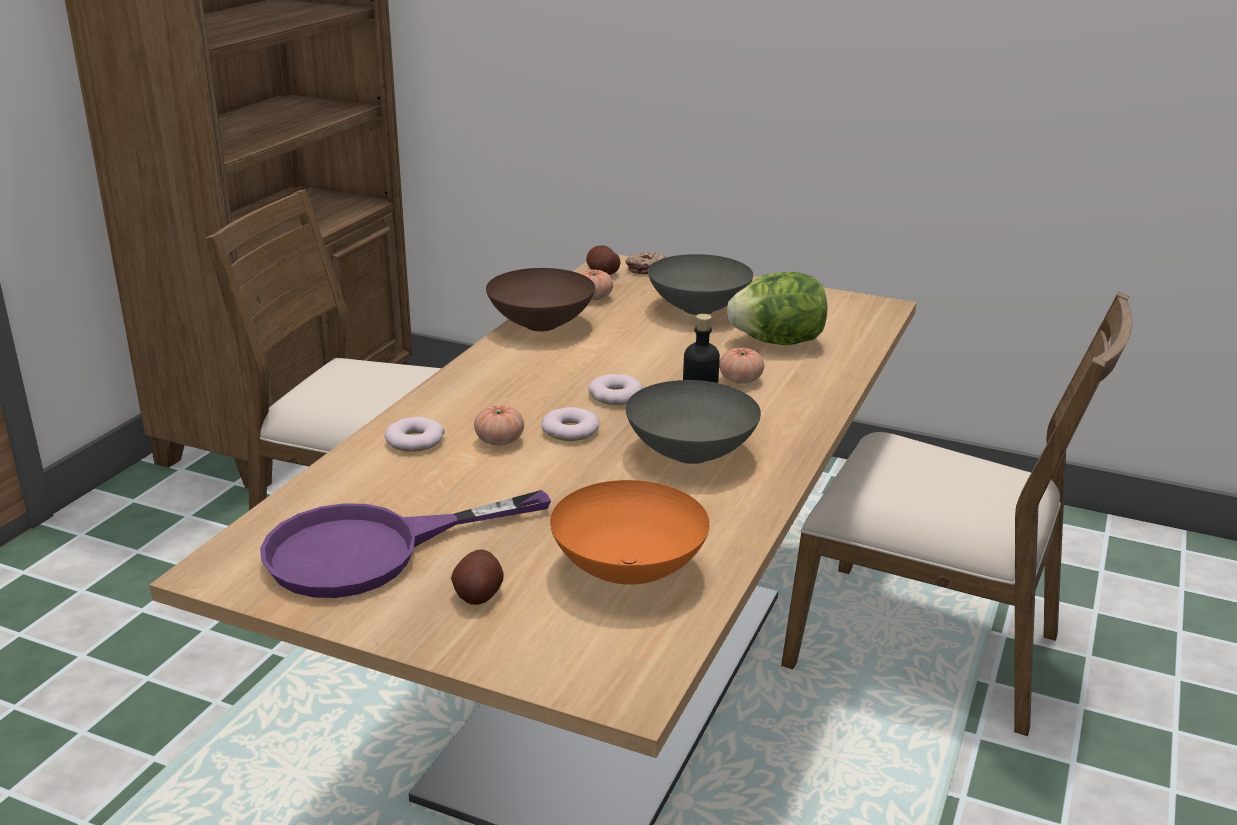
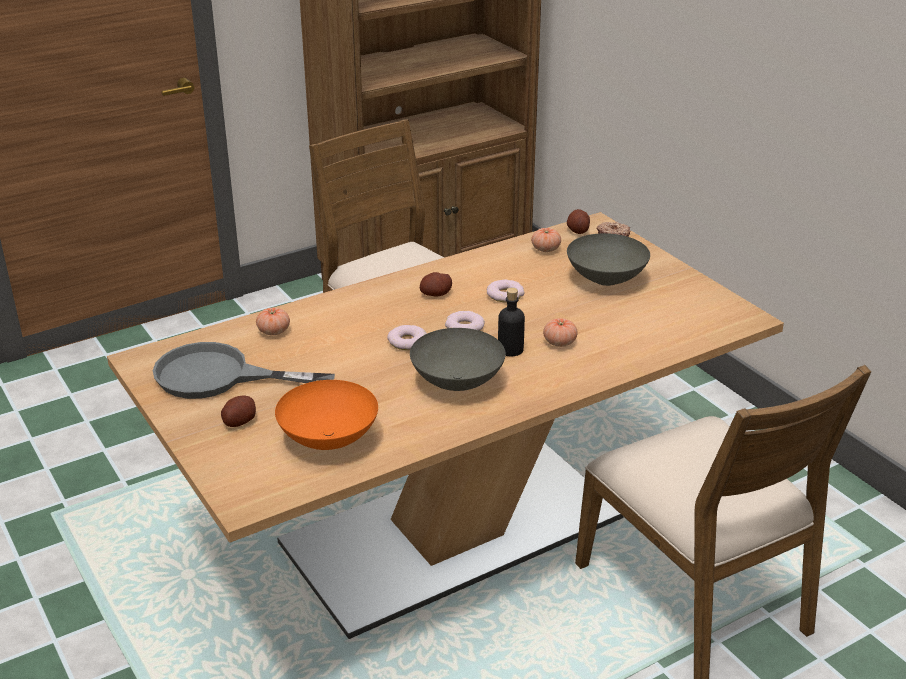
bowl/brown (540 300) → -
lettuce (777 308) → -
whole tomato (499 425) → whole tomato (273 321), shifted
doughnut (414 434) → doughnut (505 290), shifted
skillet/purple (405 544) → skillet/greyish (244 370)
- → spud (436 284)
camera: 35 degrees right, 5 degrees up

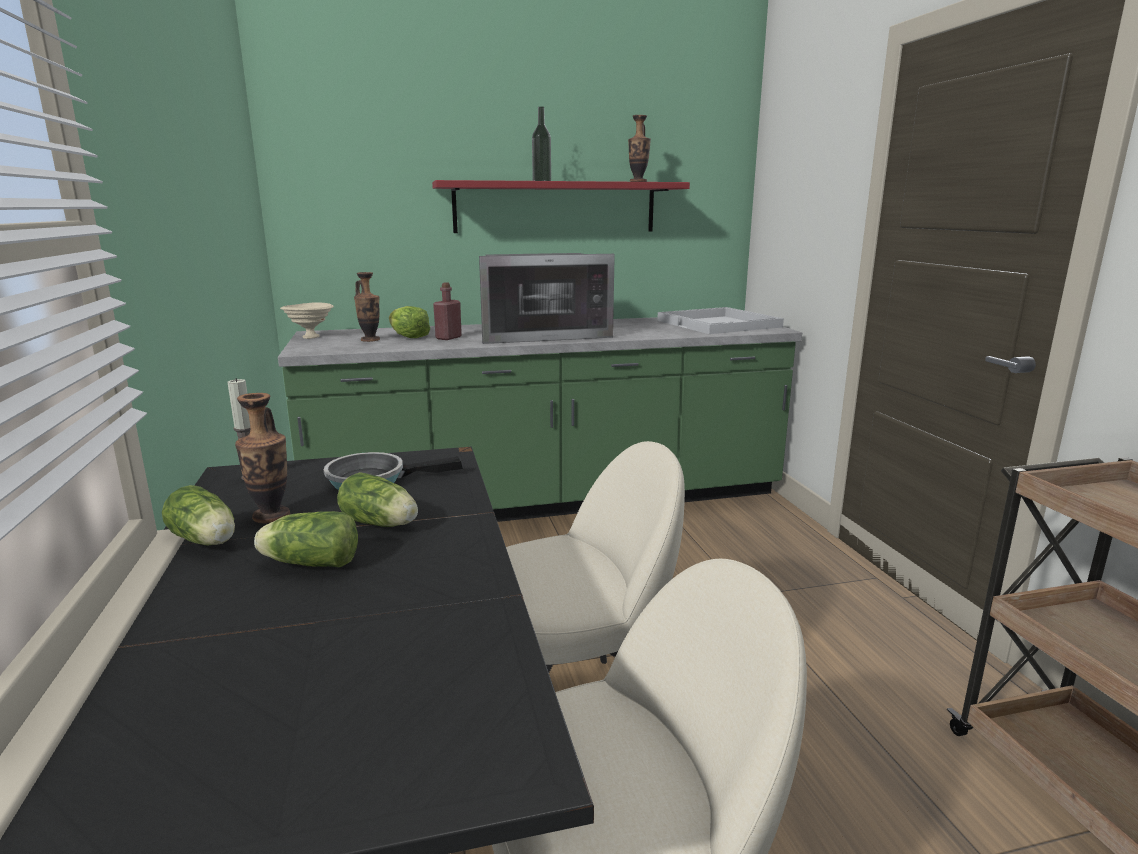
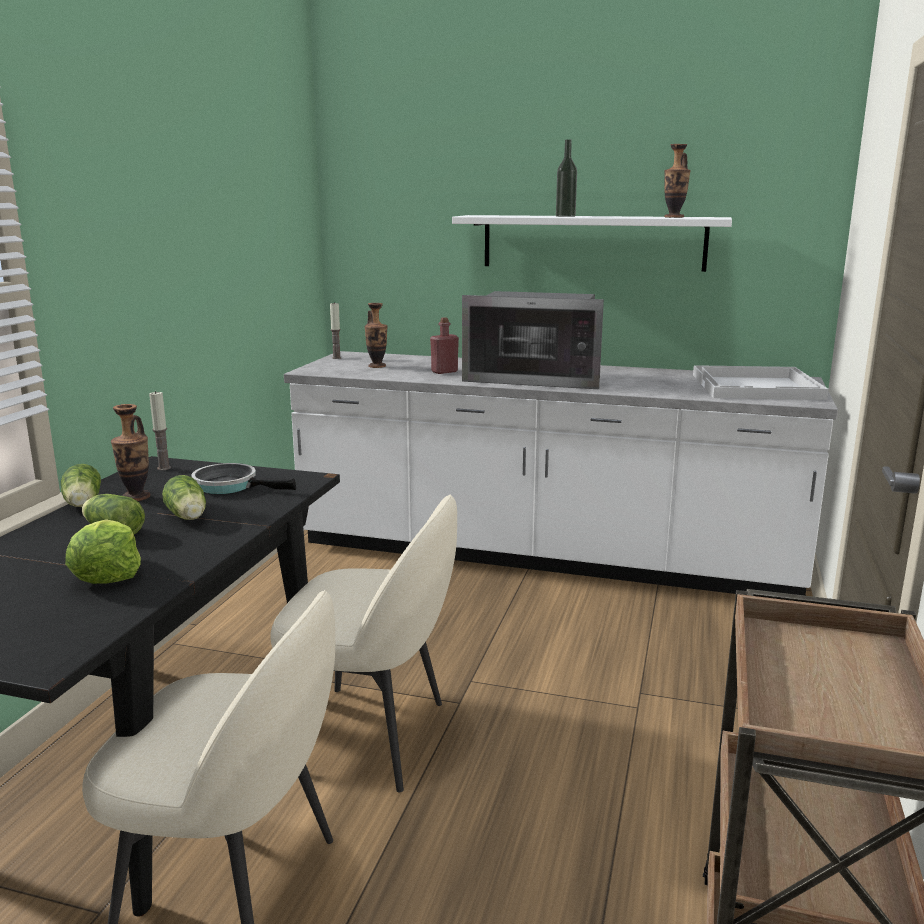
wall shelf/red (561 206) → wall shelf/white-coloured (592 243)
bowl/beige (307 320) → candle (336 331)
lettuce (409 322) → lettuce (103 551), shifted
counter/green (540 419) → counter/white-coloured (561 473)
camera: 30 degrees right, 0 degrees up

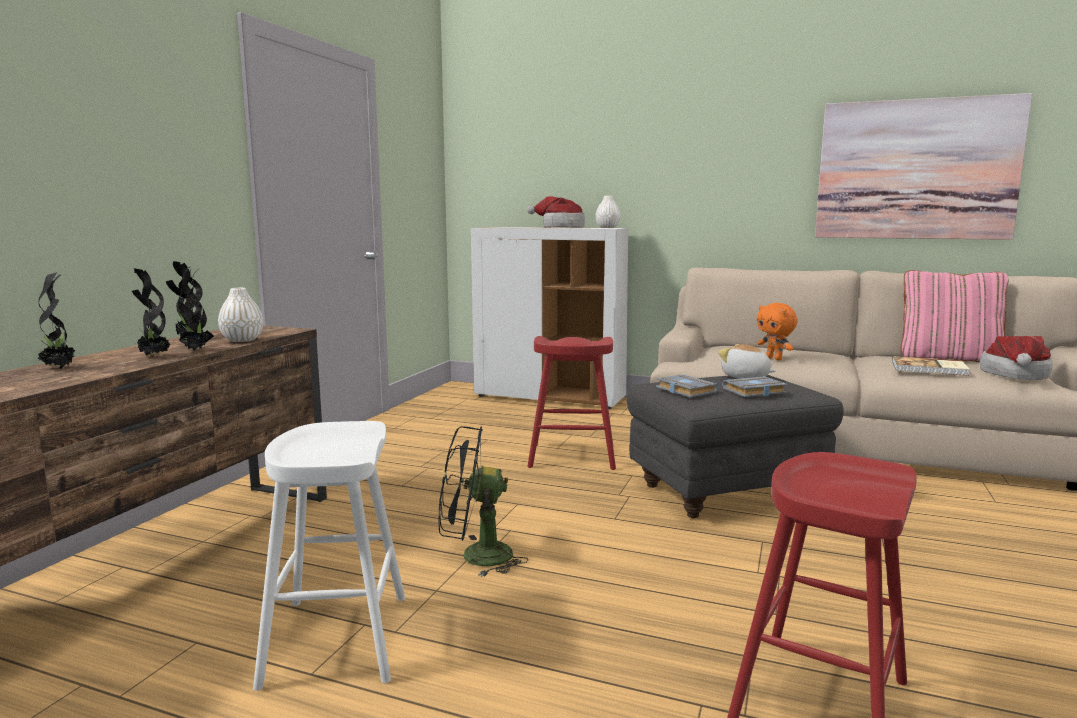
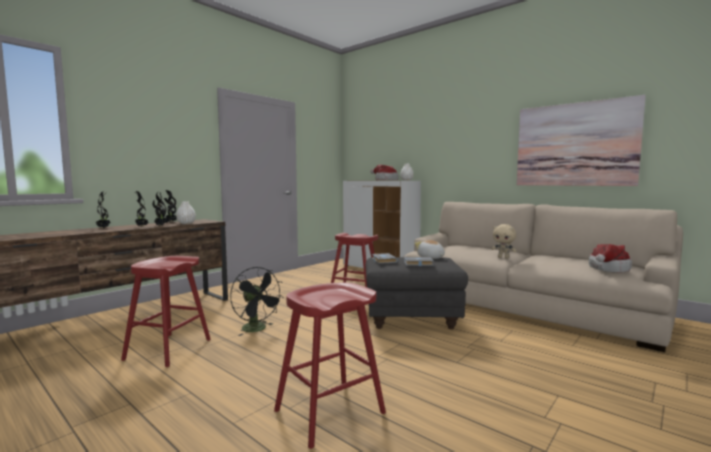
cushion/pink-coloured (955 316) → -
cuddly toy/orangey (777 331) → -
book (931 366) → -
stool/white-coloured (329 556) → stool/red (166 311)
electric fan/blackish (483 501) → electric fan/blackish (257 301), 150 degrees counterclockwise
- → cuddly toy/beige (504 241)
camera: 20 degrees right, 5 degrees down

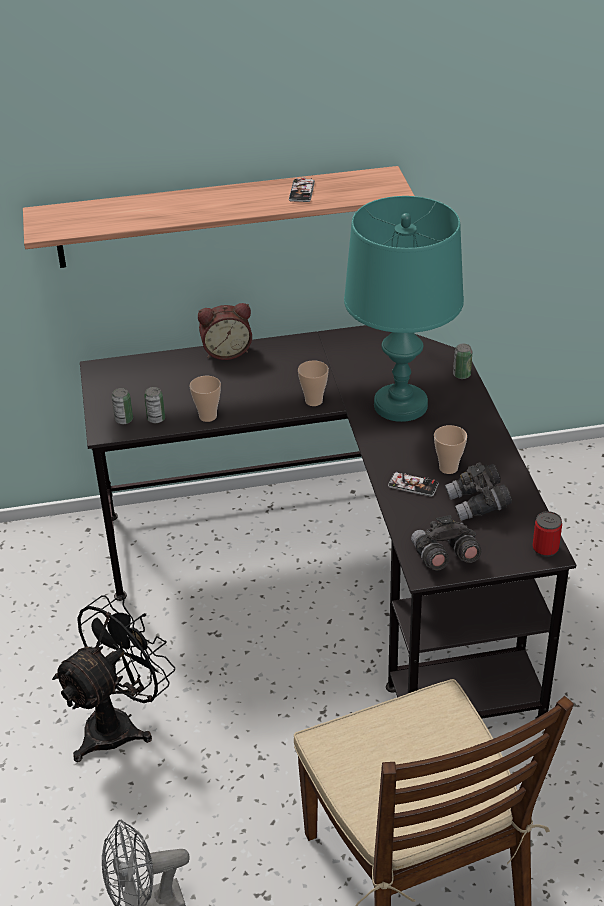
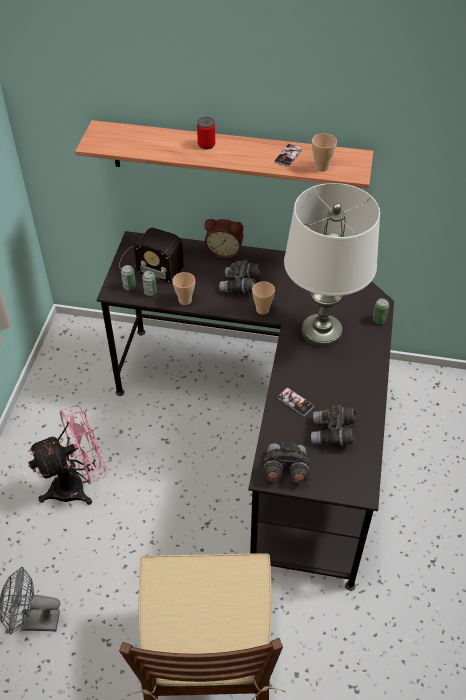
tabletop lamp/turquoise-coloured (404 309) → tabletop lamp/white-coloured (332 265)
drinking cup (450 449) → drinking cup (324 152), shifted
can (547 534) → can (206 133), shifted
electric fan/blackish (113 678) → electric fan/pink-coloured (67 455)
- → radio (151 256)
- → field glasses/greyish (240 276)
camera: 20 degrees right, 10 degrees up

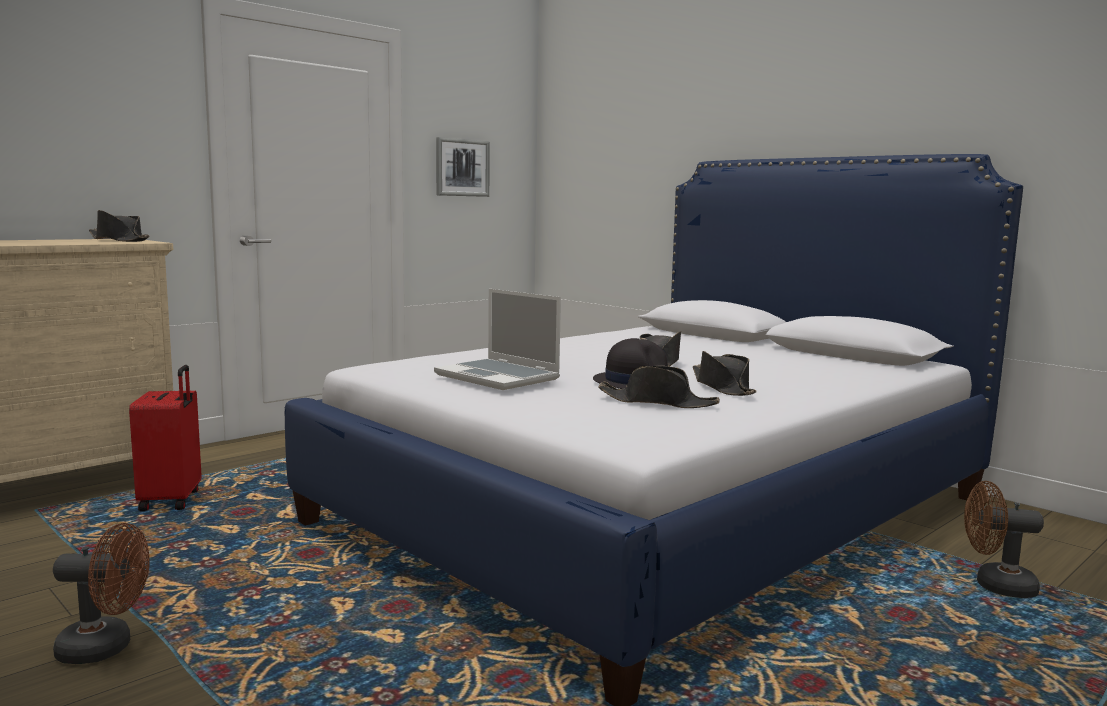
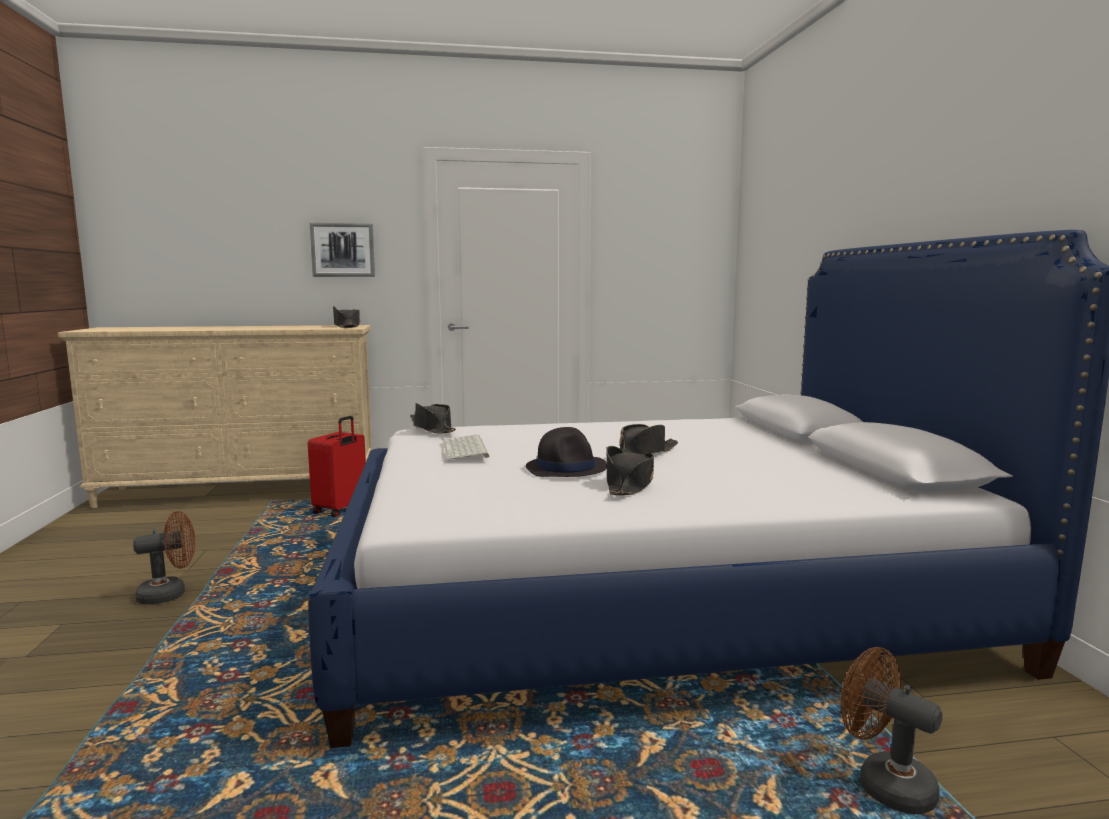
wall picture (463 167) → wall picture (342 250), shifted
portable computer (497 339) → PC keyboard (466 447)
hat/blackish (659 387) → hat/blackish (433 418), shifted
electric fan/brown (101 593) → electric fan/brown (164 558), 60 degrees counterclockwise
camera: 35 degrees right, 0 degrees up

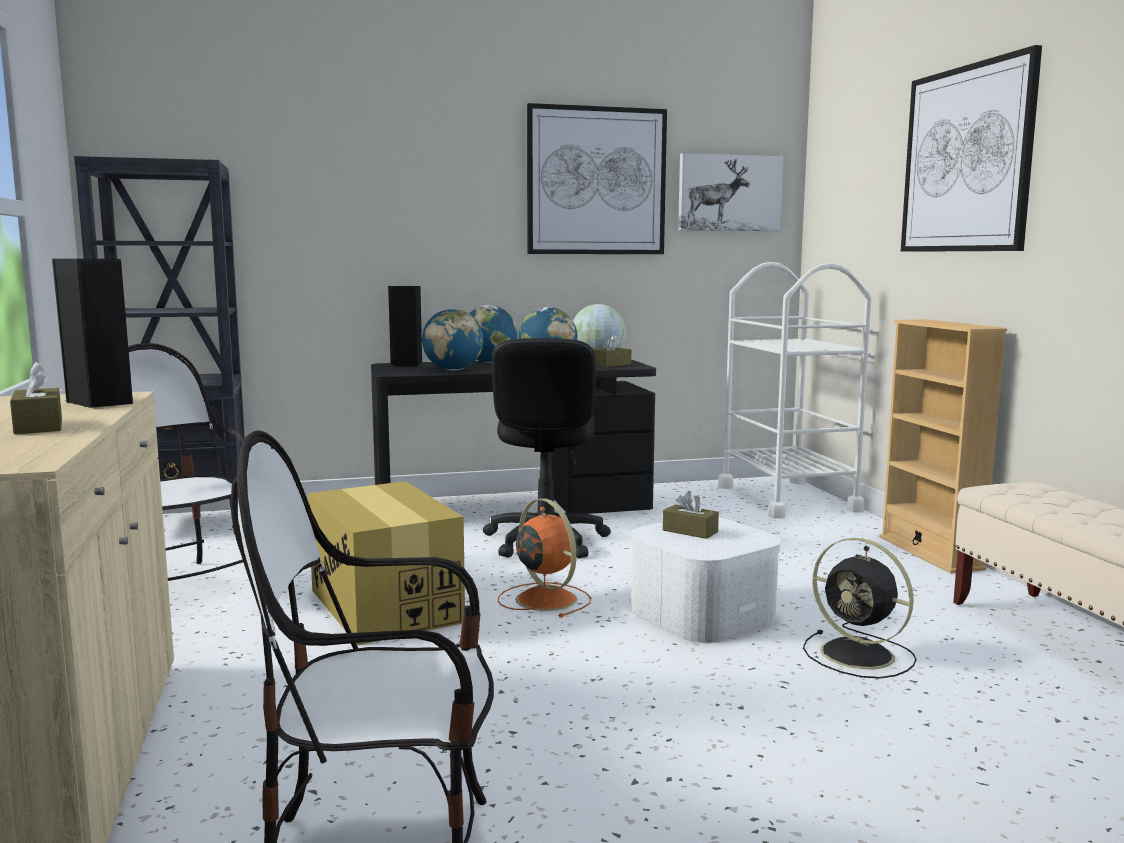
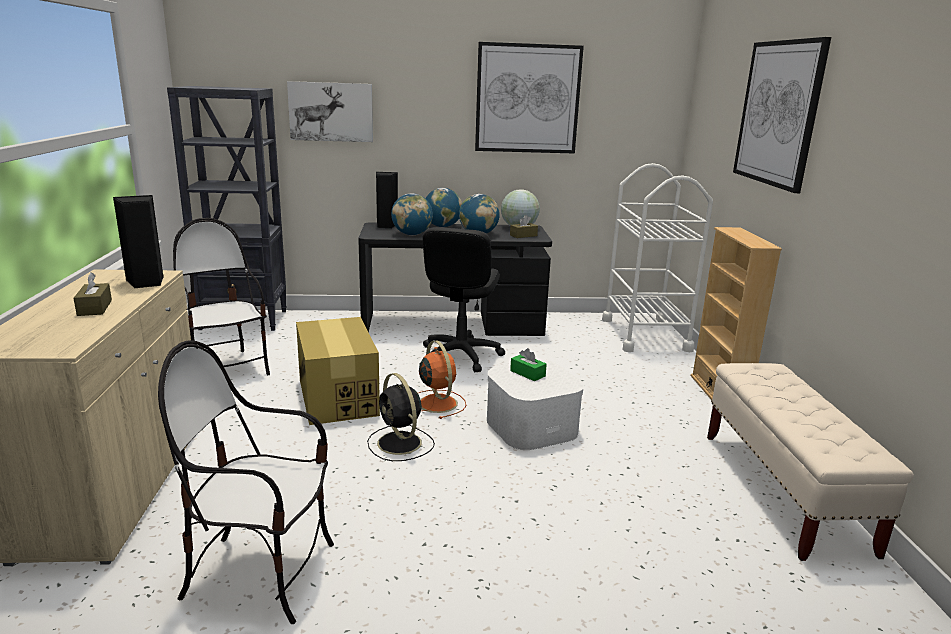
wall picture (731 192) → wall picture (330 111), shifted
tissue box/brown (691 515) → tissue box/green (528 364)
electric fan/blackish (859 608) → electric fan/blackish (401 417), shifted
camera: 10 degrees right, 10 degrees up

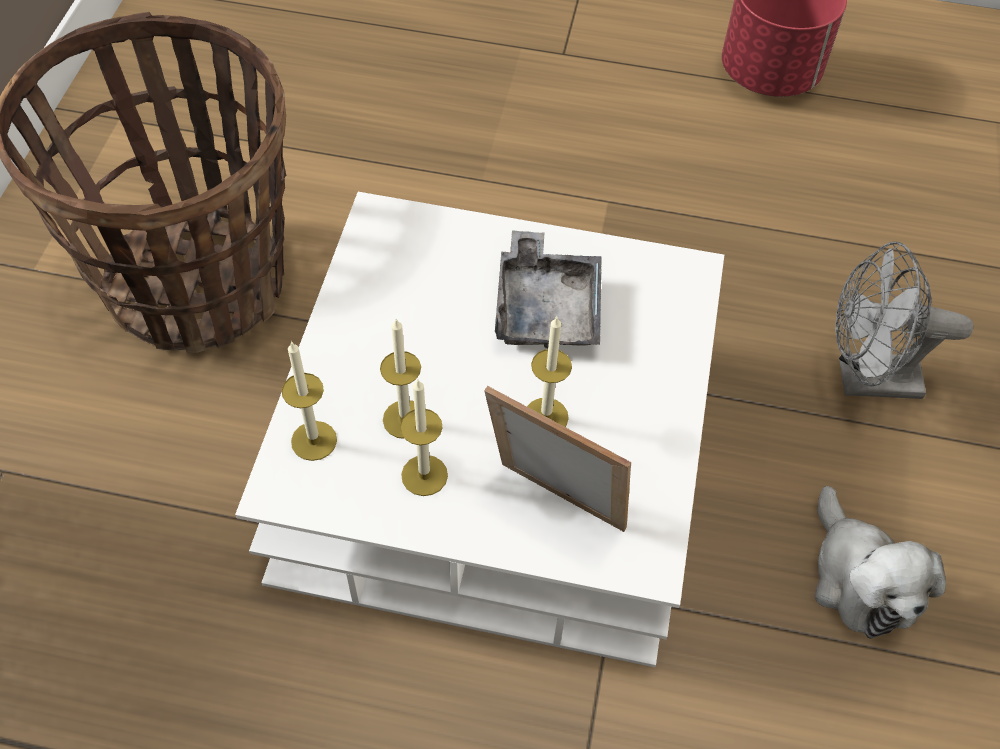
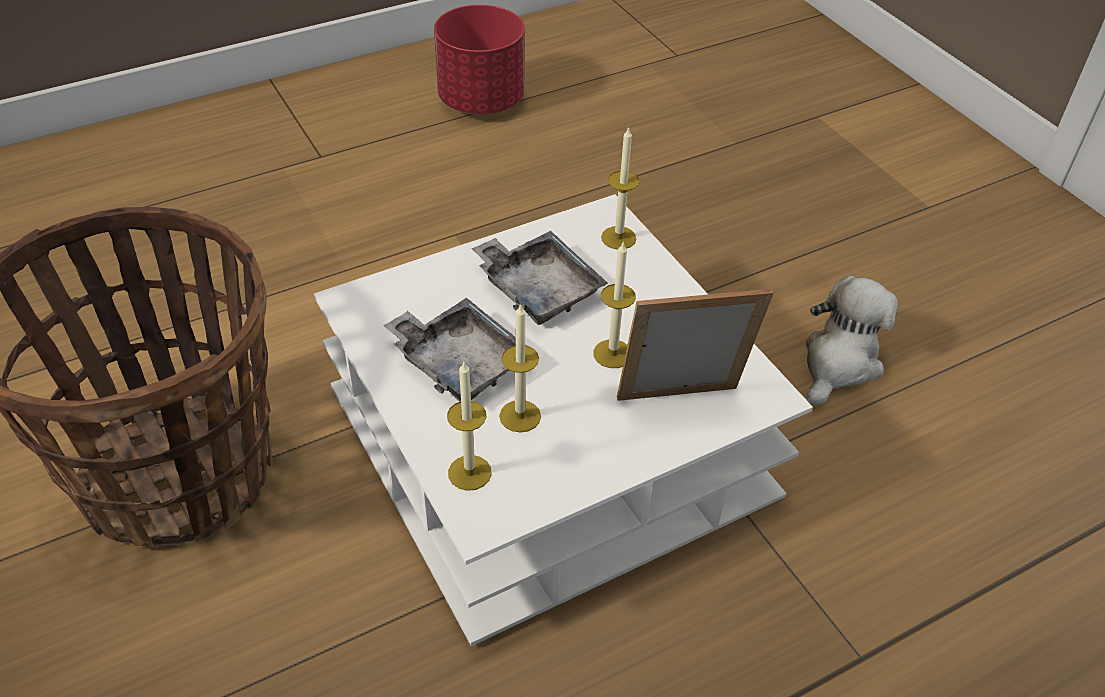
electric fan/greyish (904 320) → -
candle (424 438) → candle (620 188), shifted
cuddly toy (880 562) → cuddly toy (852 341), 90 degrees counterclockwise
- → tray/greyish (449 350)
camera: 40 degrees left, 10 degrees down

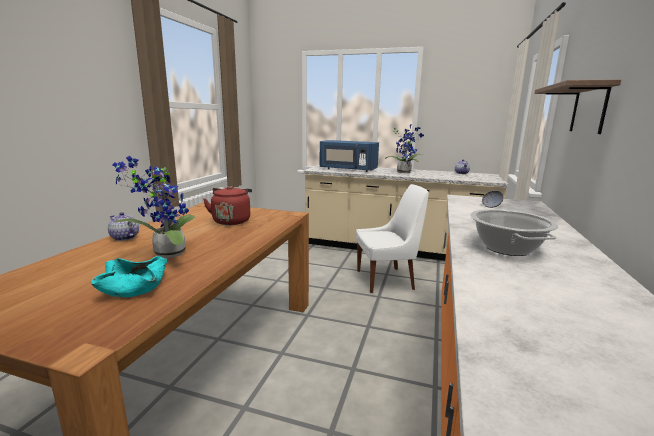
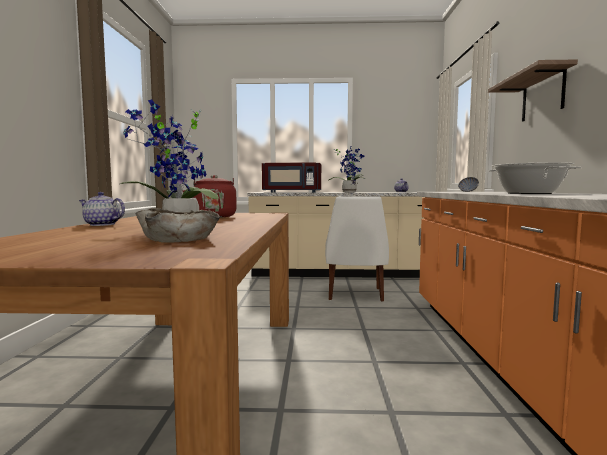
microwave/bluish (349 156) → microwave/red (291 177)
plain chair/white-coloured (392 238) → plain chair/white-coloured (357 249), 120 degrees clockwise
bowl/turquoise-coloured (129 276) → bowl/beige (178 225)
camera: 15 degrees left, 10 degrees down

